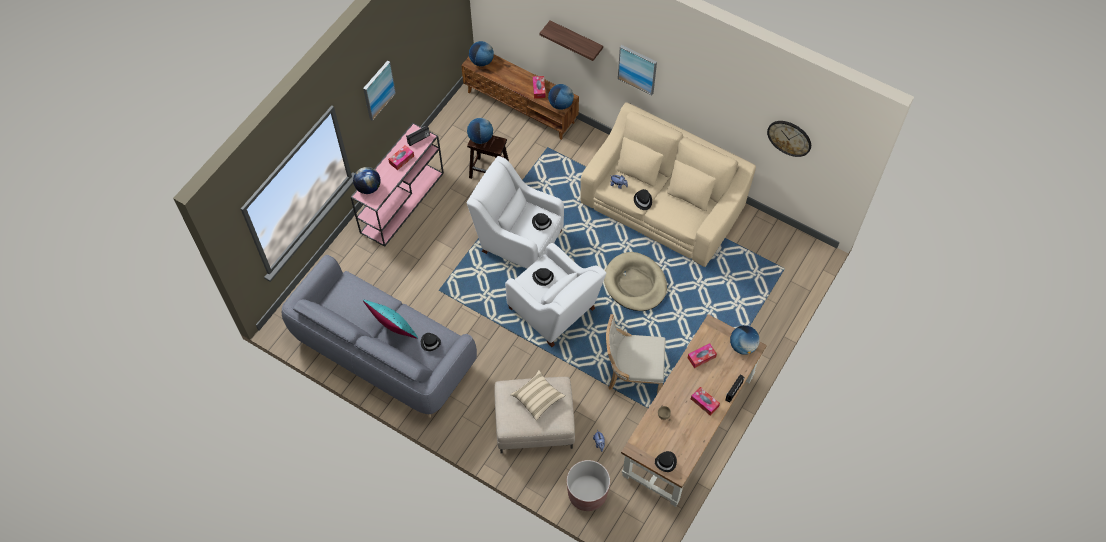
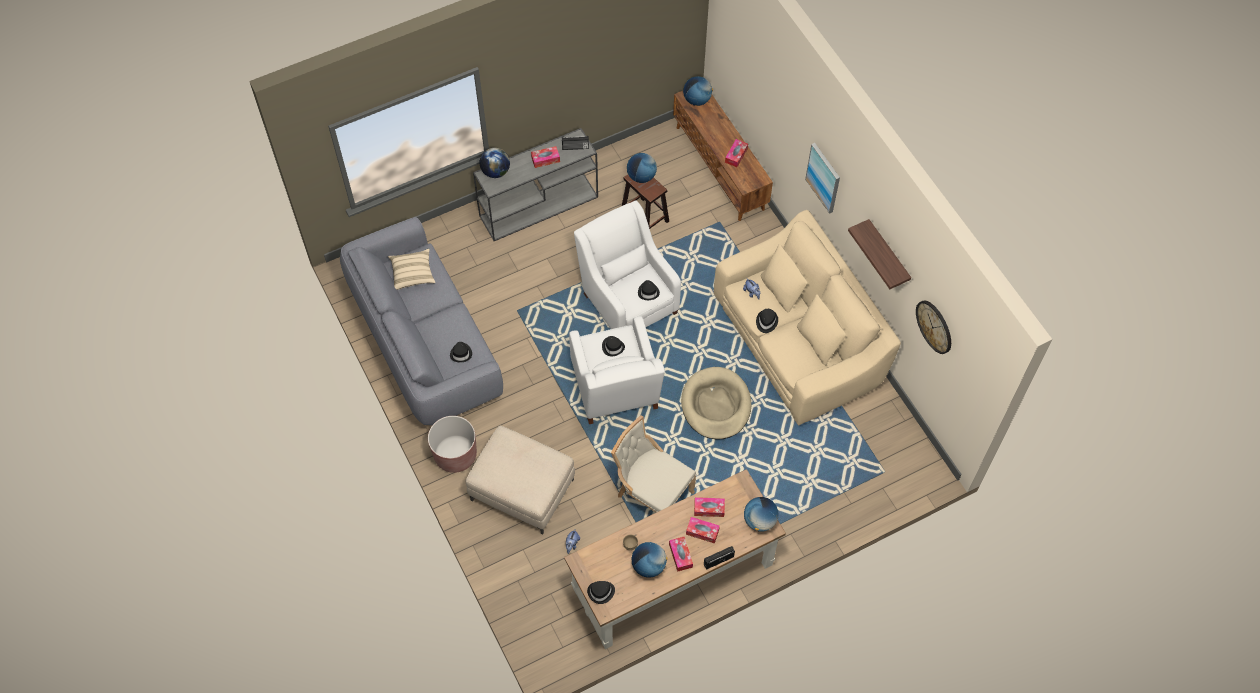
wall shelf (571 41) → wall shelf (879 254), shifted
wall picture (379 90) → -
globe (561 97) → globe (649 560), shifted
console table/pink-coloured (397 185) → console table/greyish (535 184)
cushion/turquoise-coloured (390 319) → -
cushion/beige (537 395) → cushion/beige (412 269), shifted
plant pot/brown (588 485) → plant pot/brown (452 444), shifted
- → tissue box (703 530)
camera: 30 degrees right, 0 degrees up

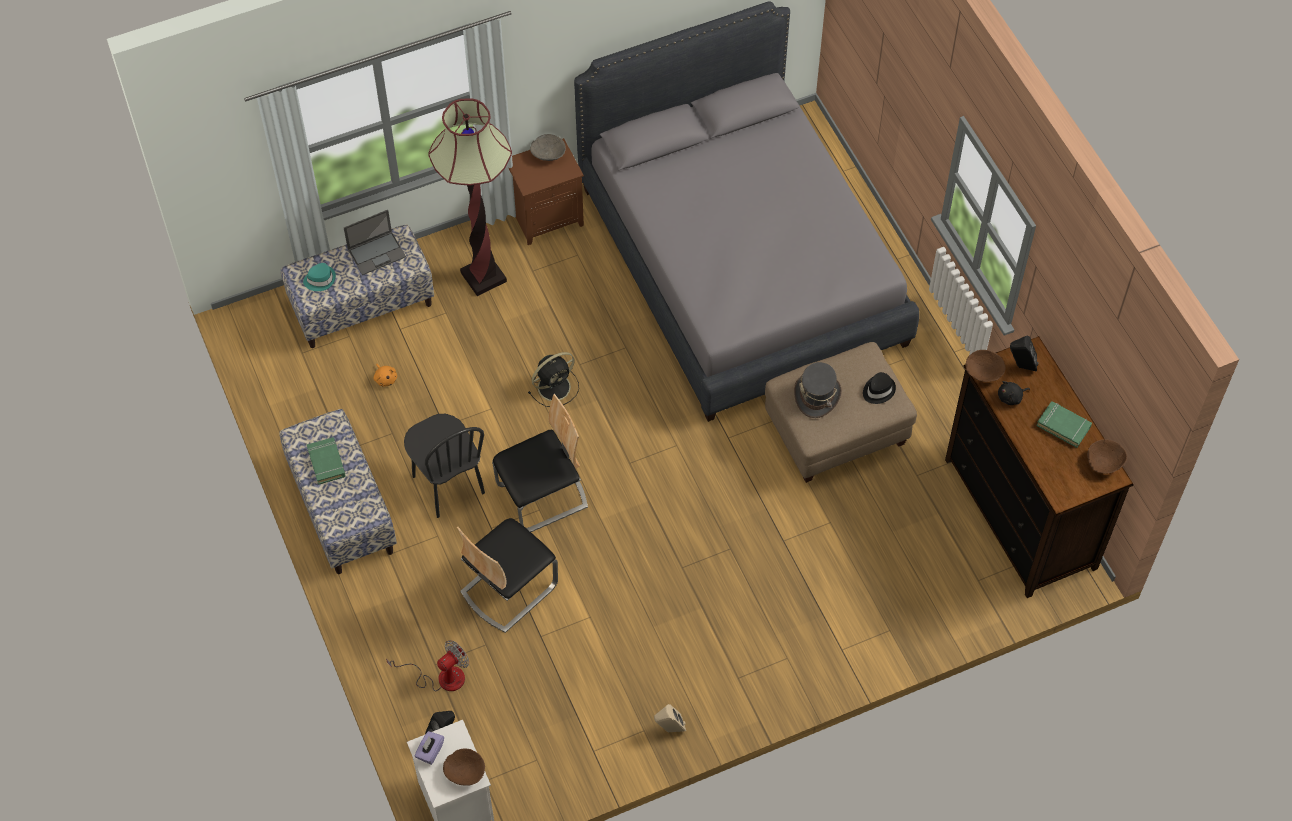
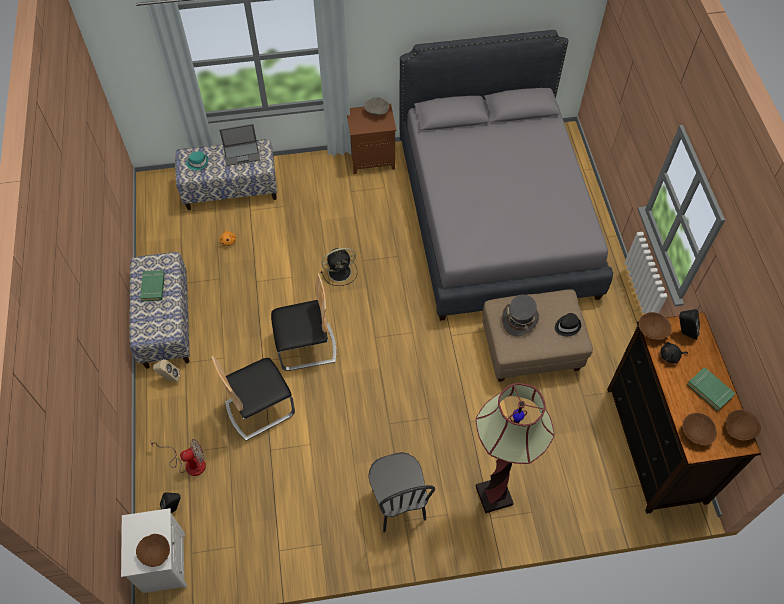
standing lamp (470 197) → standing lamp (515 448), shifted
plain chair/blackish (444 466) → plain chair/blackish (402 492), shifted
audio speaker/beige (670 718) → audio speaker/beige (167 370), shifted
tissue box/purple (429 748) → -
- → bowl/brown (700 429)
camera: 15 degrees right, 0 degrees up

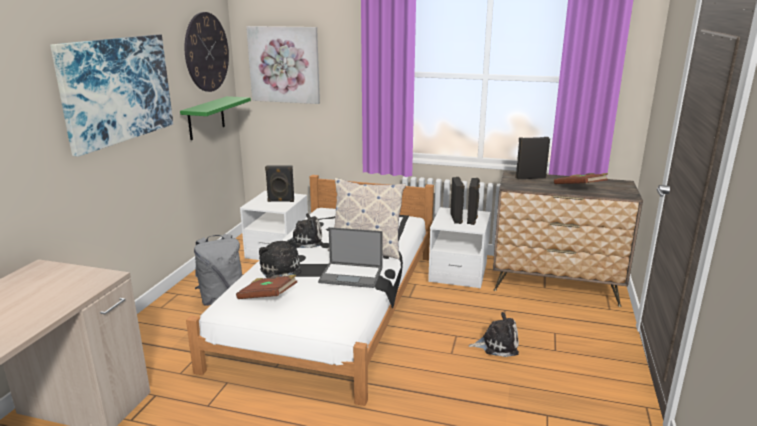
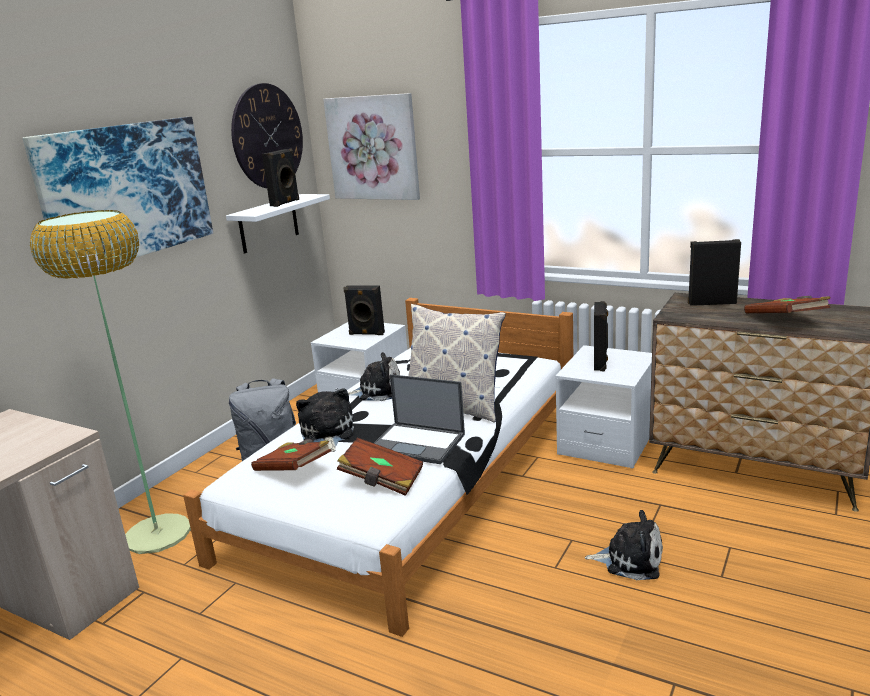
wall shelf/green (215 118) → wall shelf/white-coloured (278 223)
audio speaker/blackish (473 201) → audio speaker/blackish (280 177), shifted
- → standing lamp (110 382)
- → book/brown (380 466)
camera: 15 degrees right, 0 degrees up

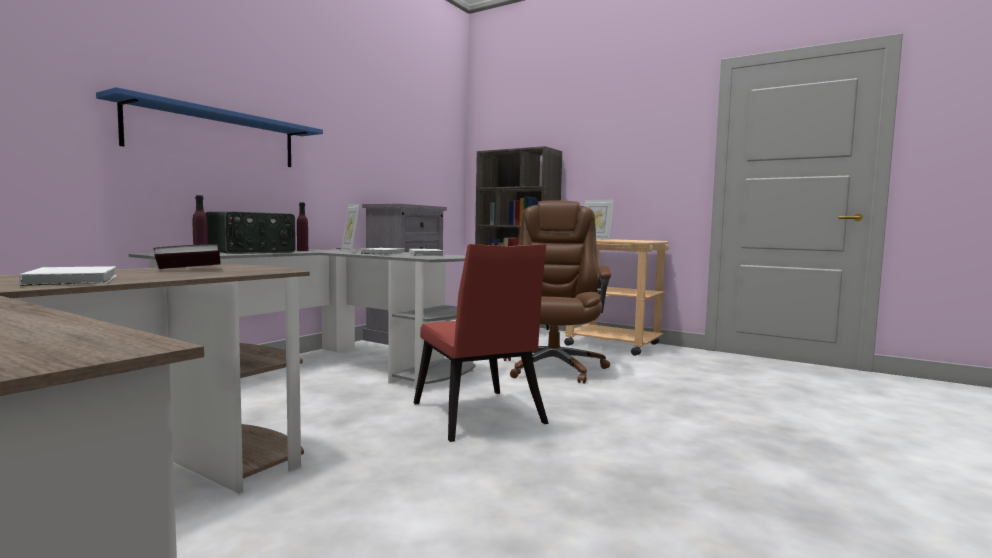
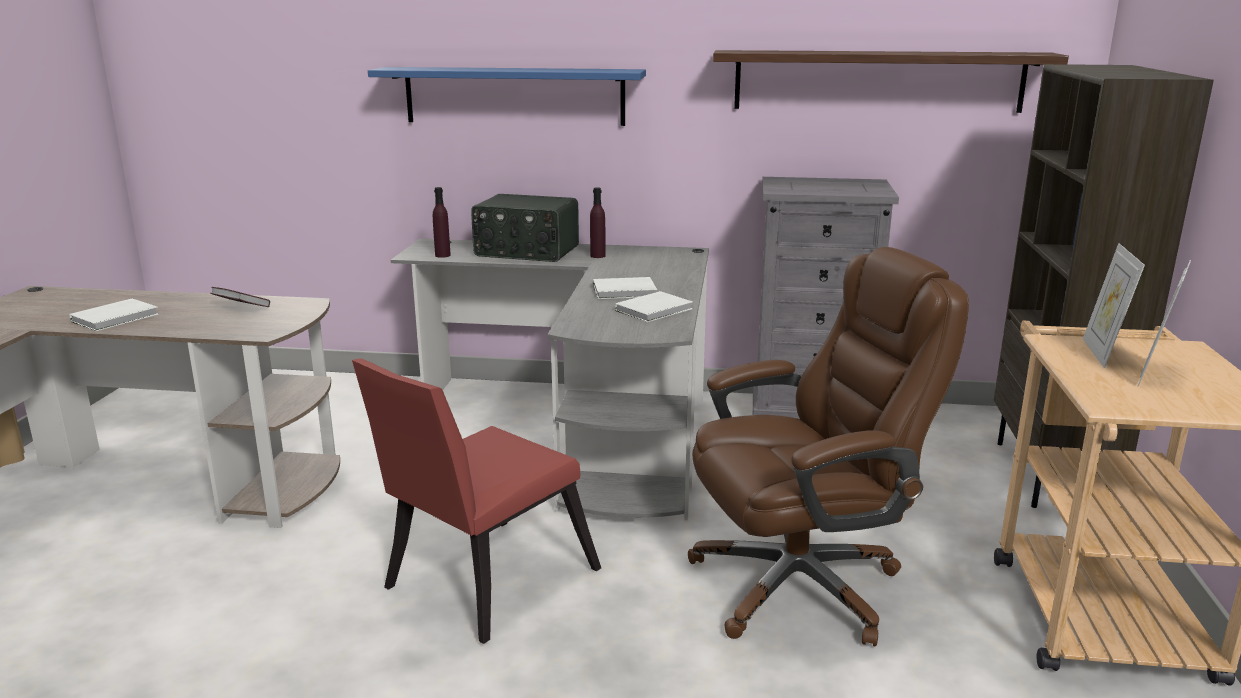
photo frame (350 228) → photo frame (1164 323), shifted
- → wall shelf (891 81)
camera: 65 degrees right, 15 degrees up

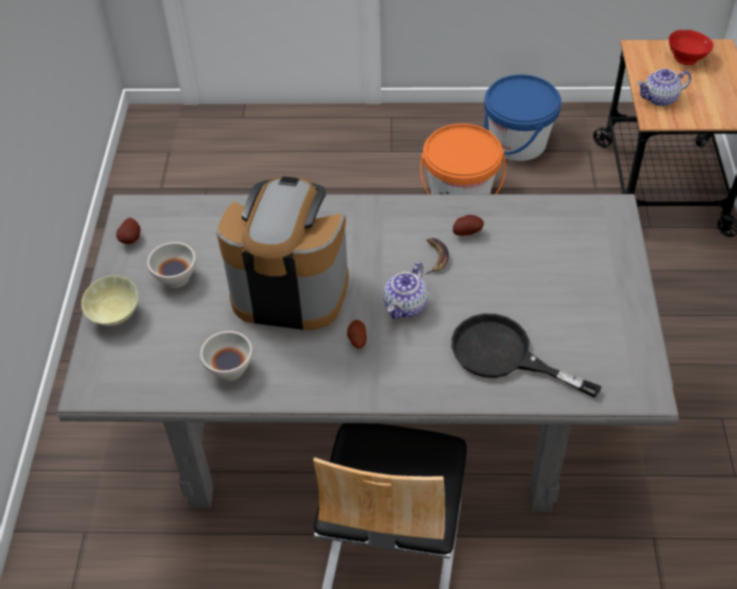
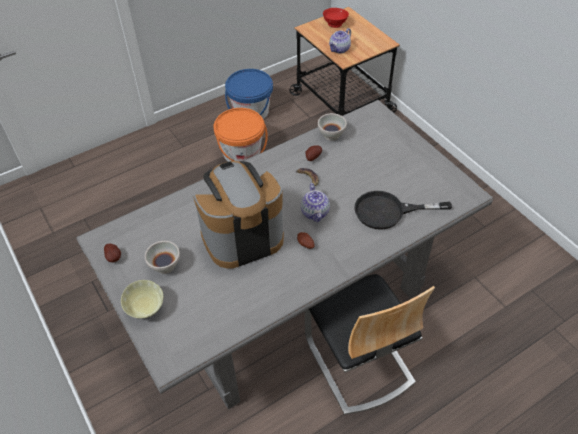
bowl/white-coloured (226 356) → bowl/white-coloured (332 127), shifted
camera: 35 degrees left, 0 degrees up

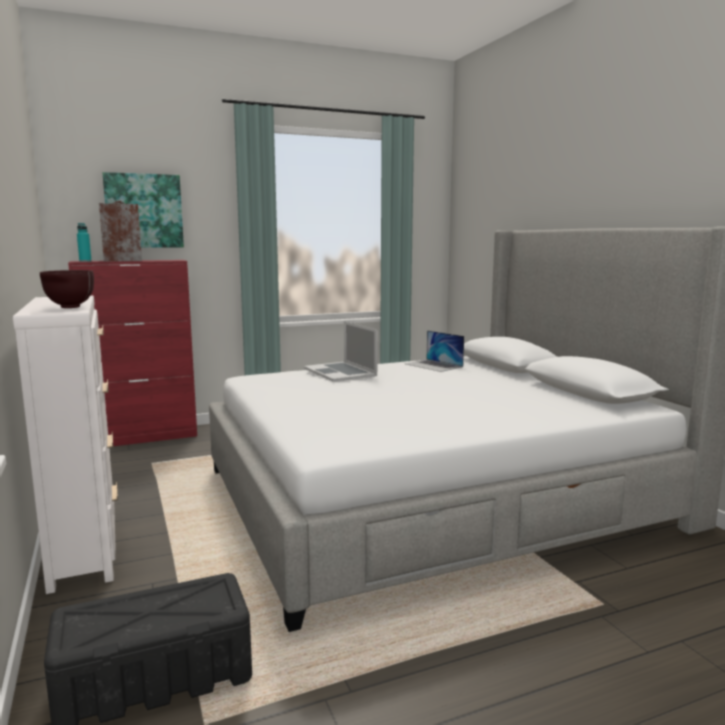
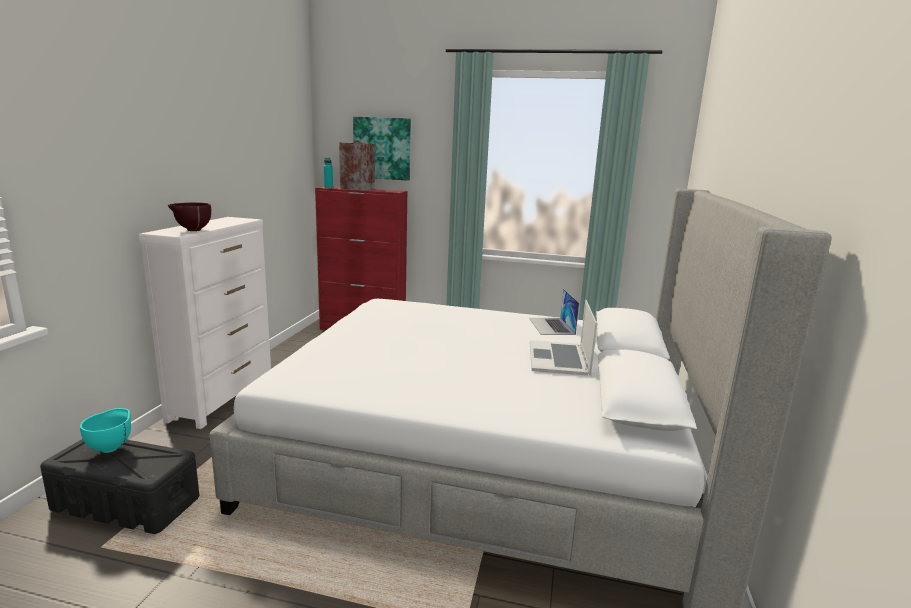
portable computer (341 351) → portable computer (563 338), shifted
- → bowl/turquoise-coloured (105 430)
camera: 35 degrees right, 5 degrees up

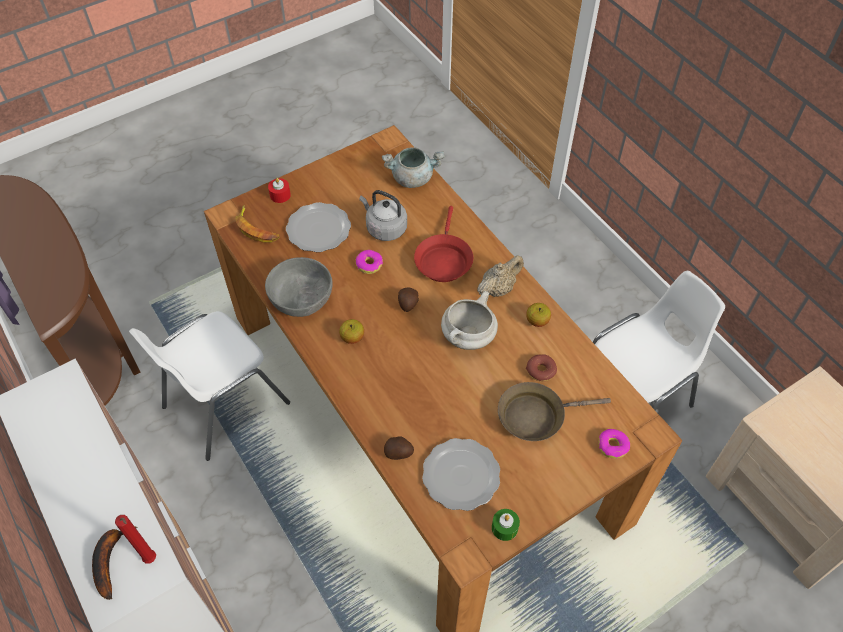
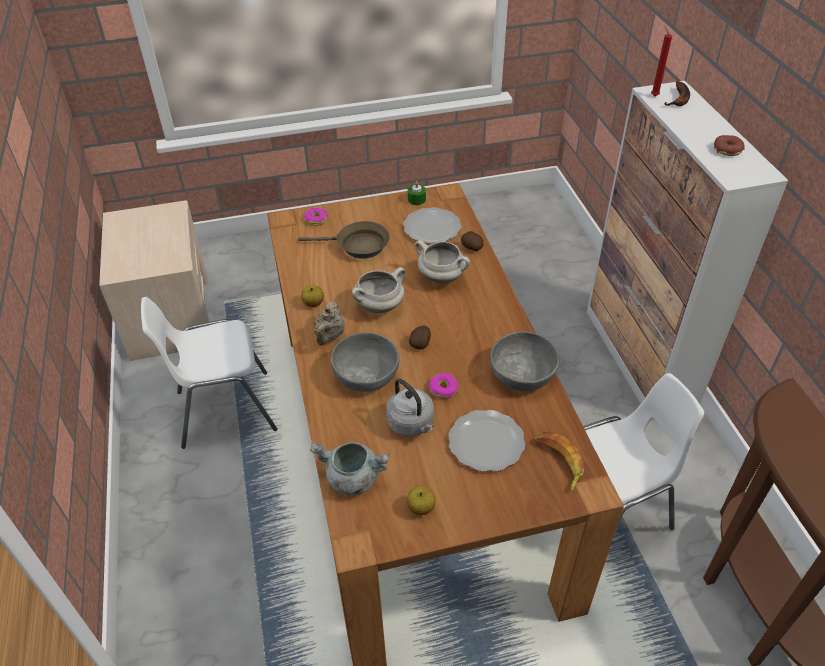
candle/red (279 190) → -
skillet/red (443 244) → bowl/greyish (365 362)
tea pot/beige (500 276) → tea pot/beige (329 323), 60 degrees counterclockwise
apple fruit (351 331) → apple fruit (421 500), shifted
doughnut (541 367) → doughnut (729 145), shifted
- → stockpot/white-coloured (442 261)
camera: 160 degrees left, 10 degrees down

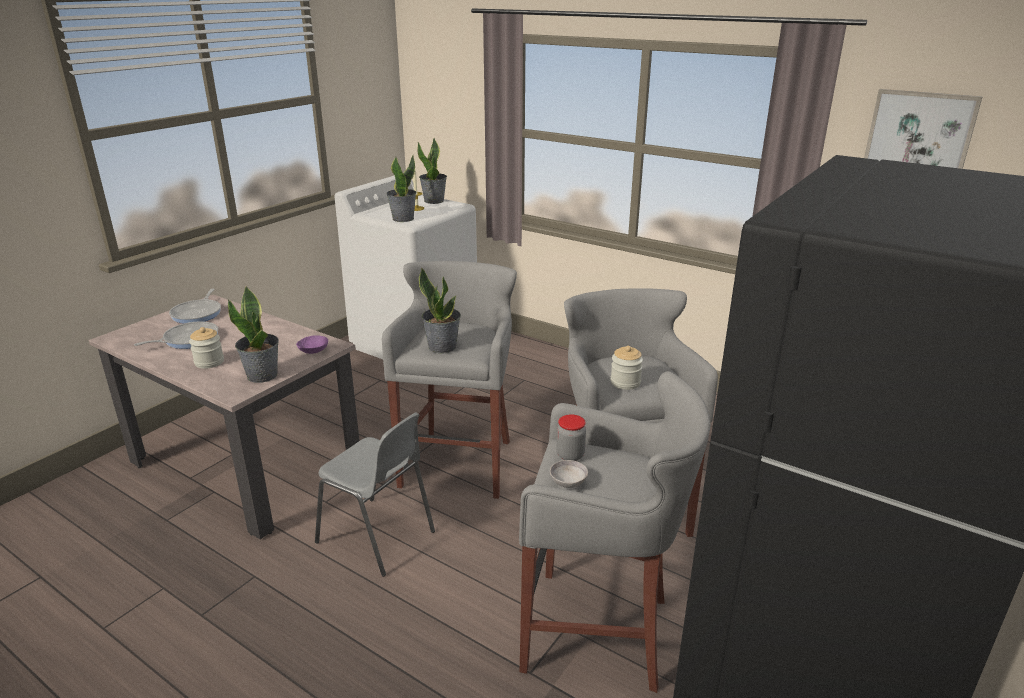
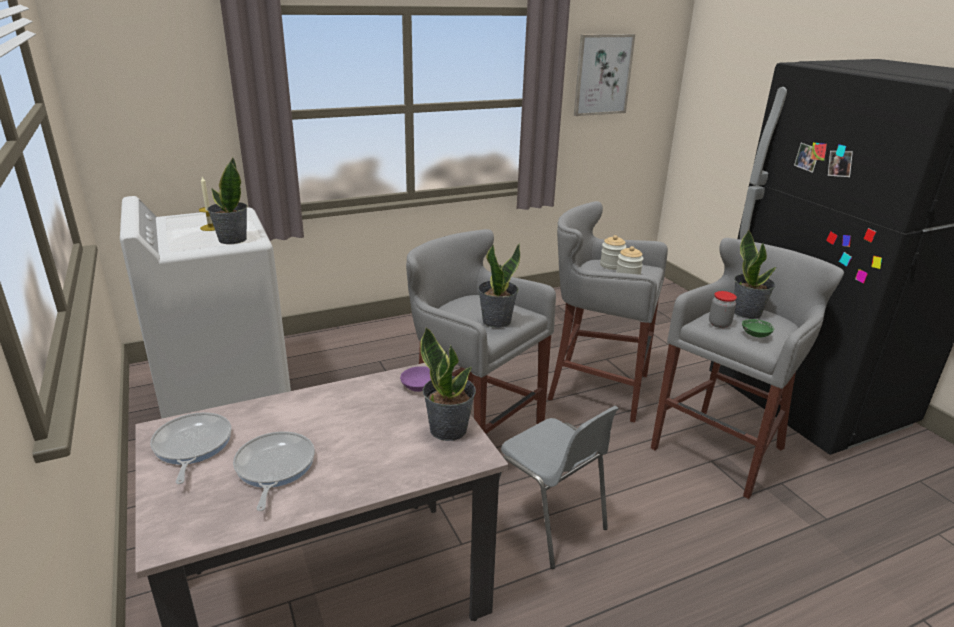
potted plant (432 171) → potted plant (755 274), shifted
skillet (195 306) → skillet (191 448), 135 degrees counterclockwise
preserve jar (206 348) → preserve jar (613 252), shifted
plain chair/greyish (375 495) → plain chair/greyish (559 487), 75 degrees clockwise
bowl/greyish (569 474) → bowl/green (758 328)
camera: 60 degrees left, 0 degrees up

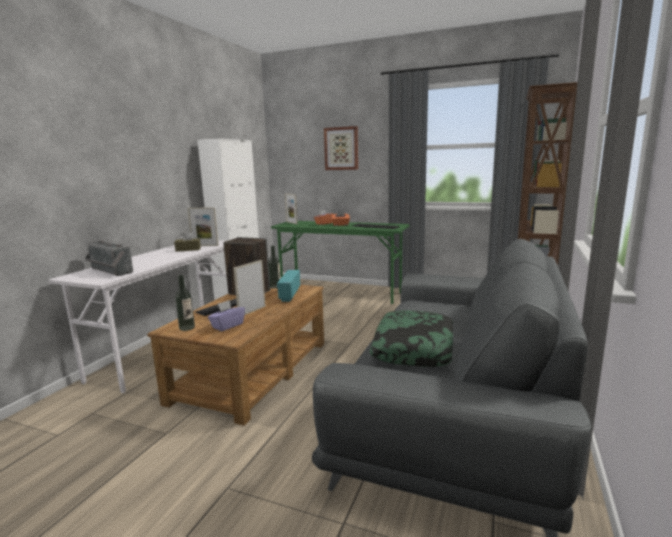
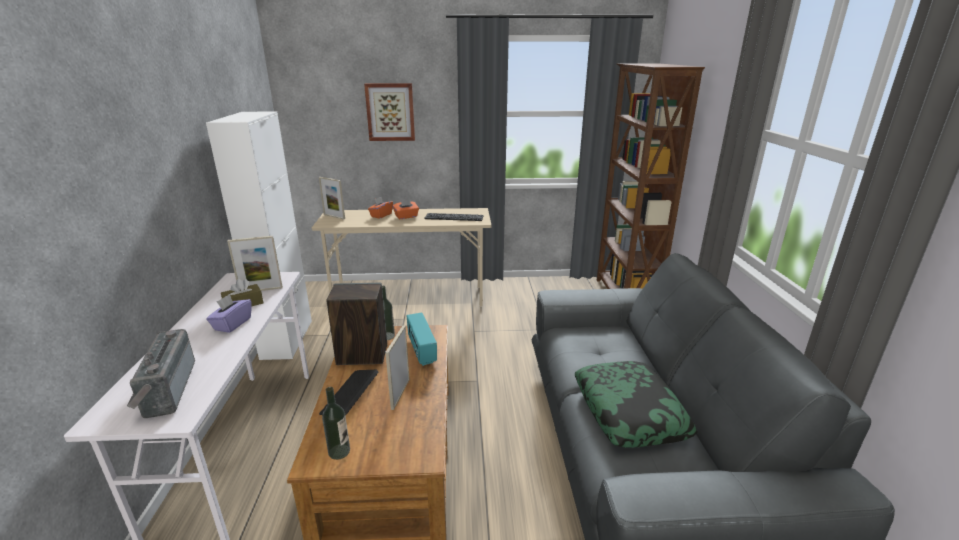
desk unit/green (340 262) → desk unit/beige (401 257)
radio (109 258) → radio (161 373), 60 degrees clockwise
tissue box/purple (226 315) → tissue box/purple (228 313), shifted
camera: 25 degrees left, 10 degrees up

